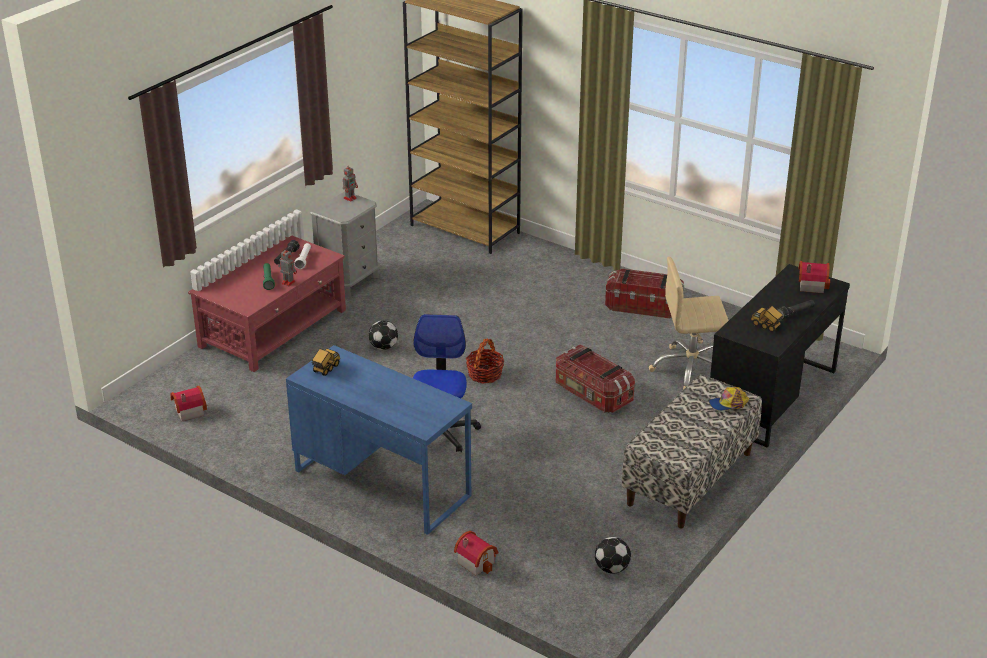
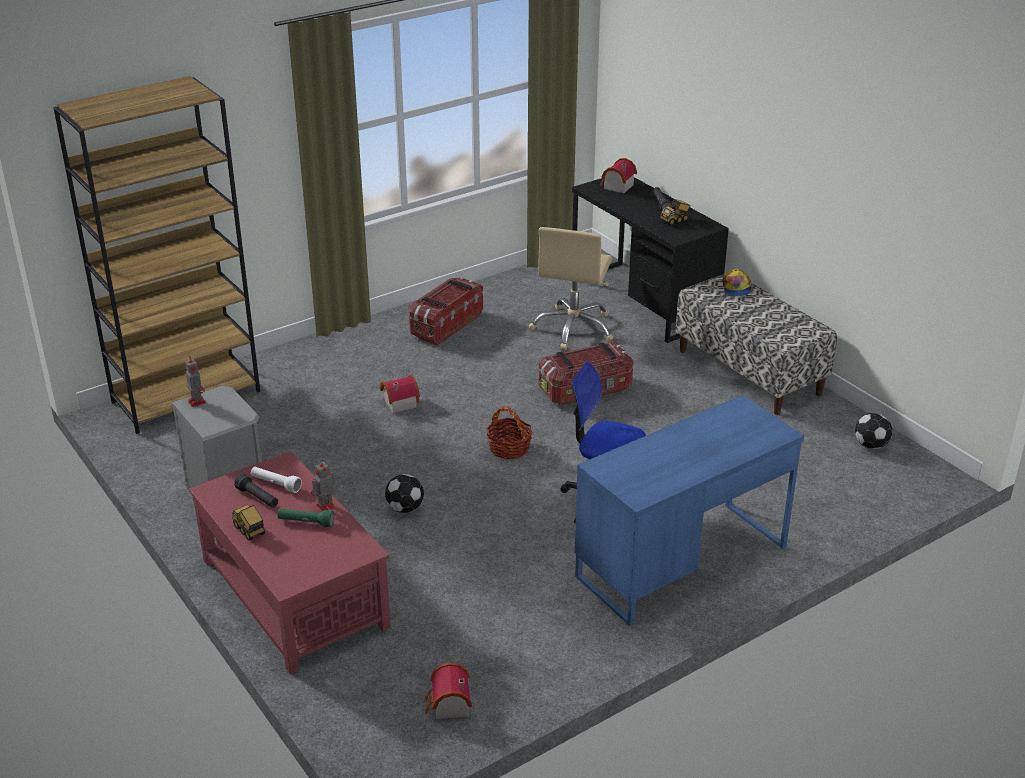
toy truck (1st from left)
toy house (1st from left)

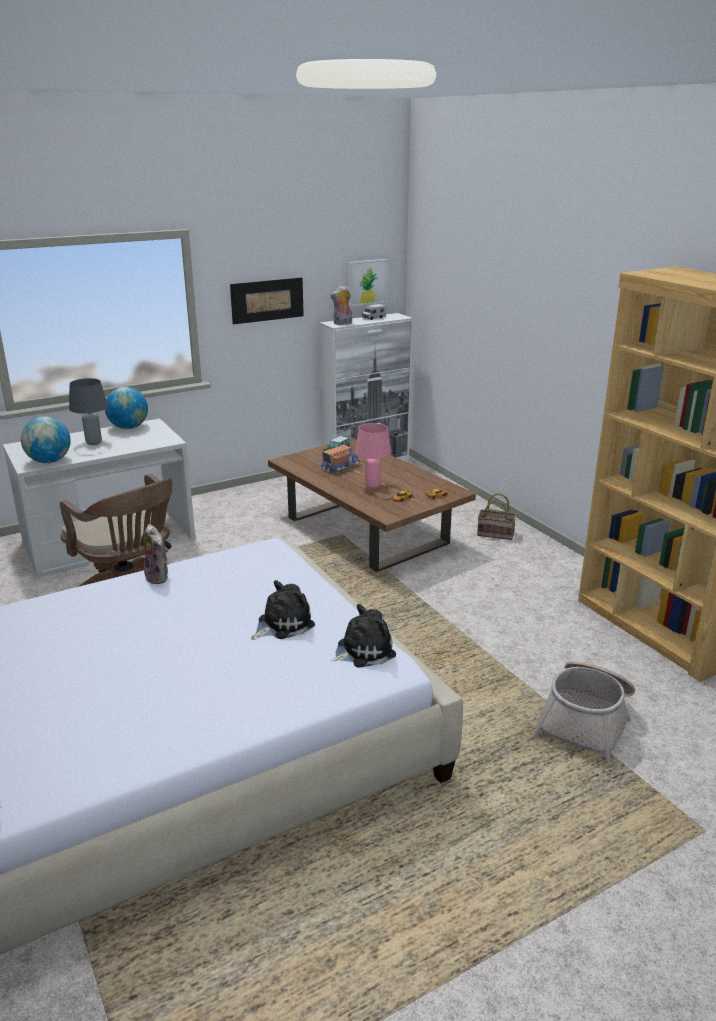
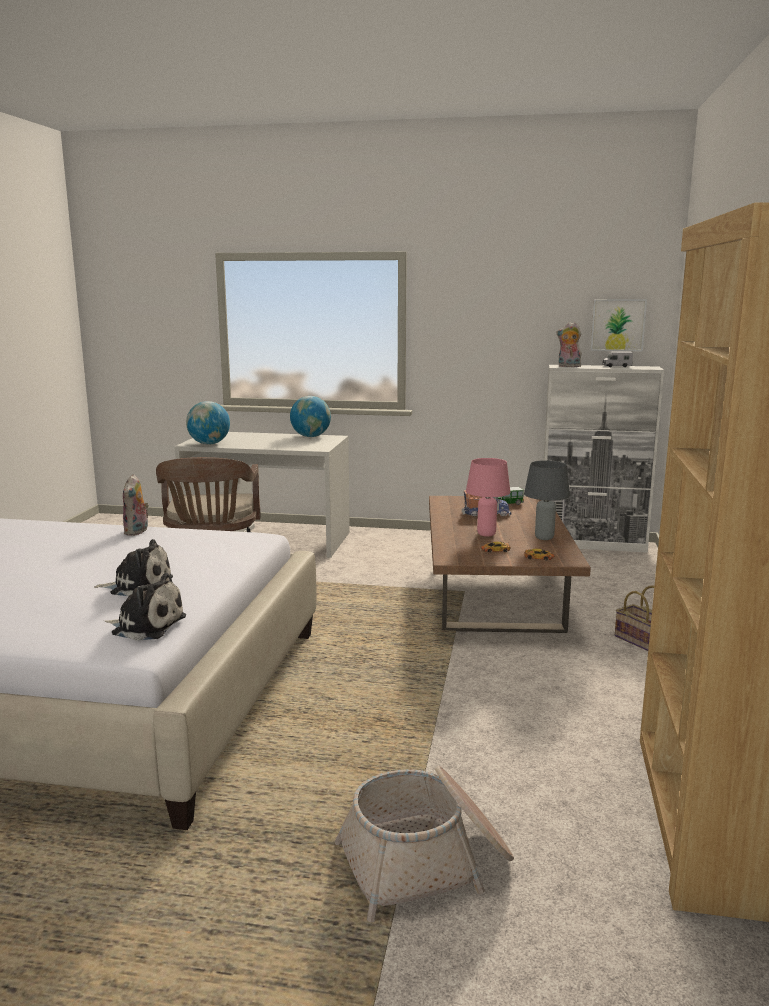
picture (1st from left in the first image)
grey table lamp

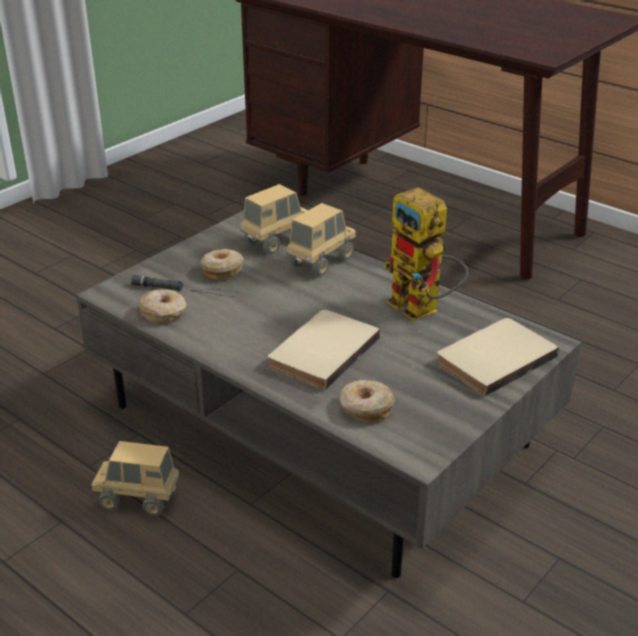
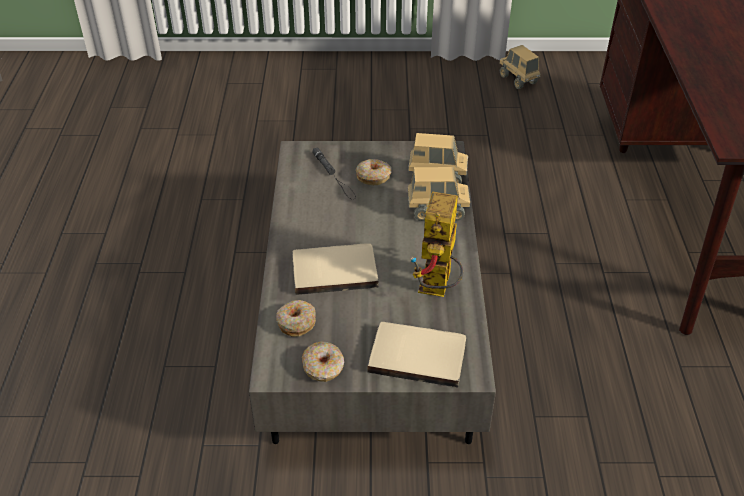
toy truck (3rd from left)
donut (2nd from left)

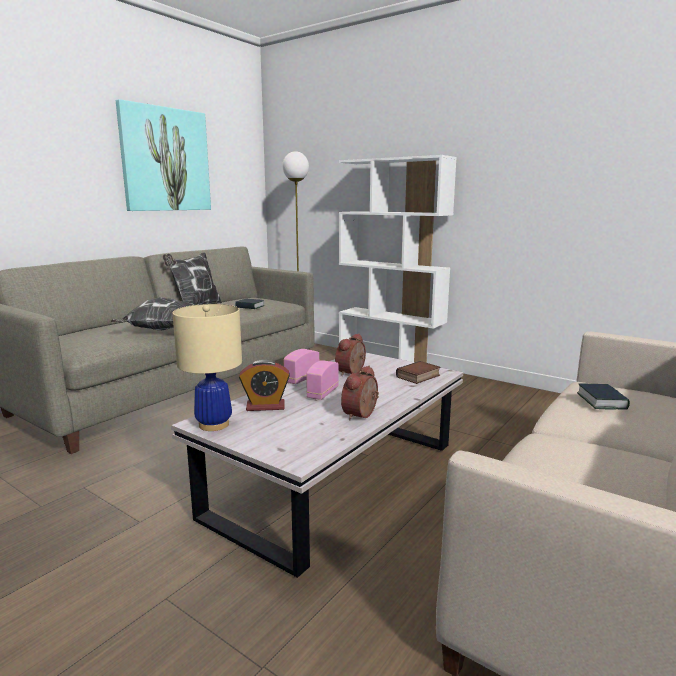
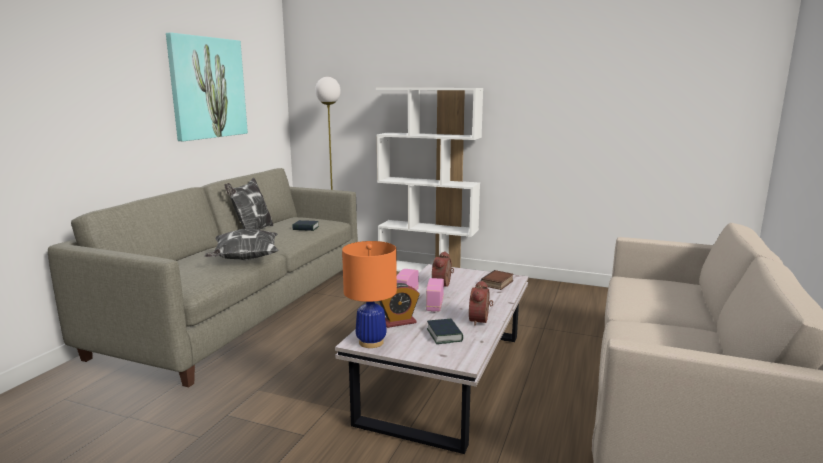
book (2nd from left)
orange table lamp

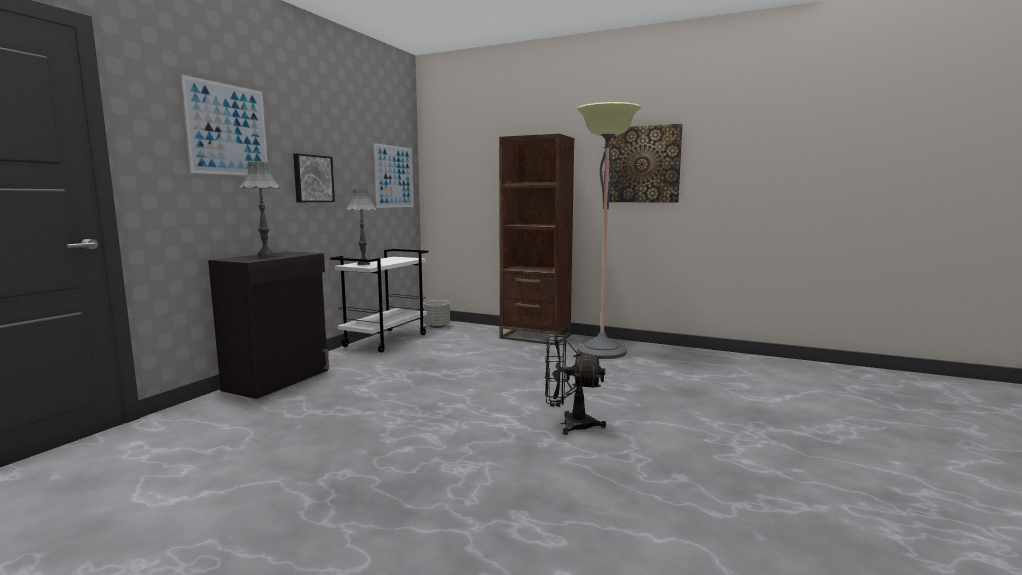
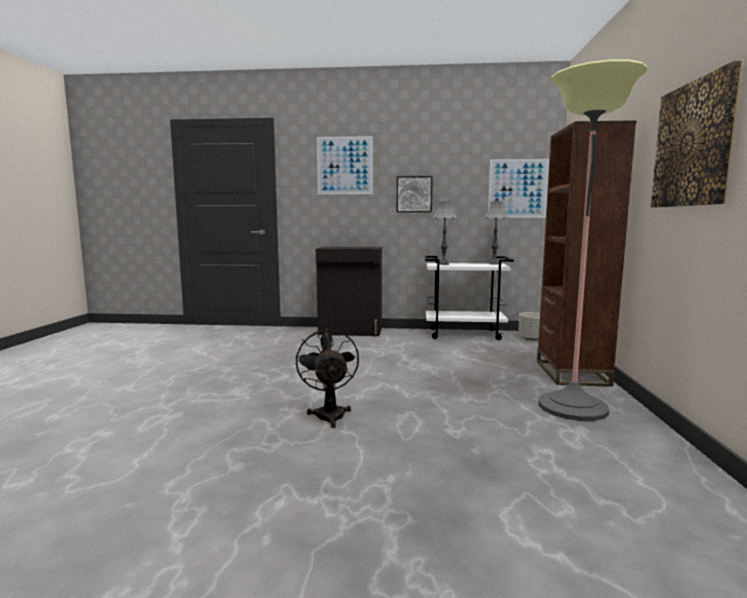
grey table lamp (2nd from left)

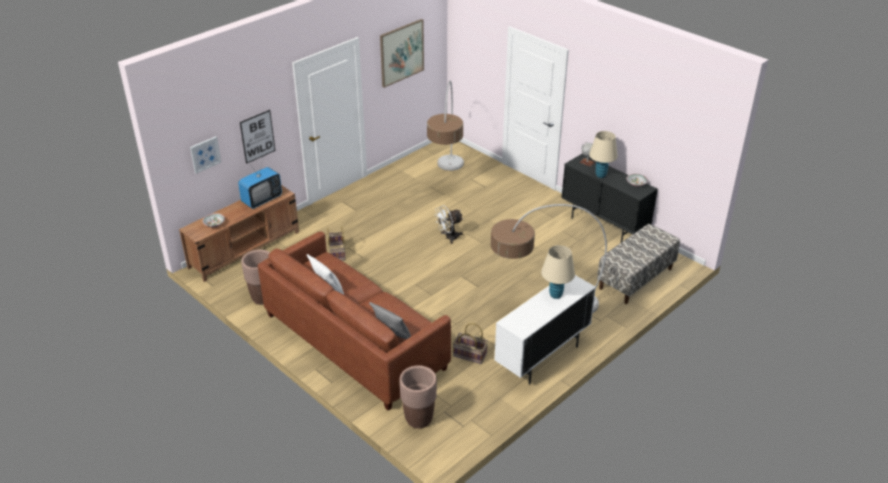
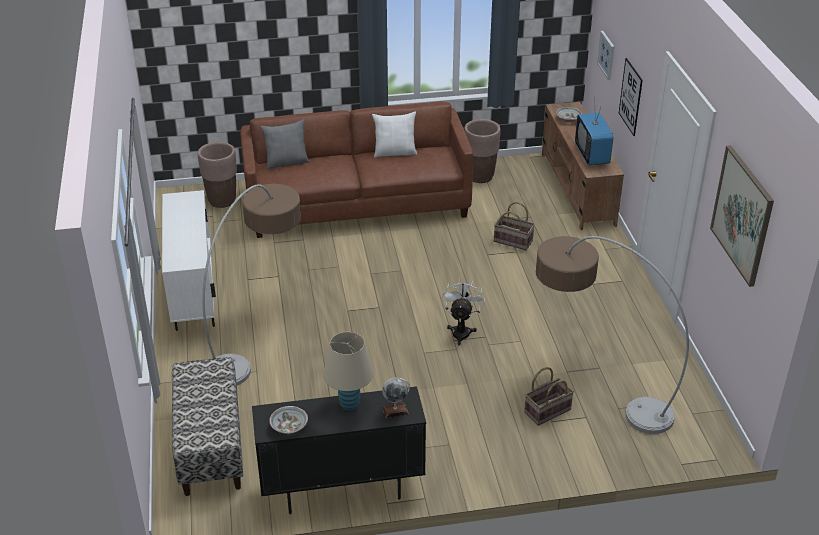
beige table lamp (1st from left in the first image)
basket (2nd from left)

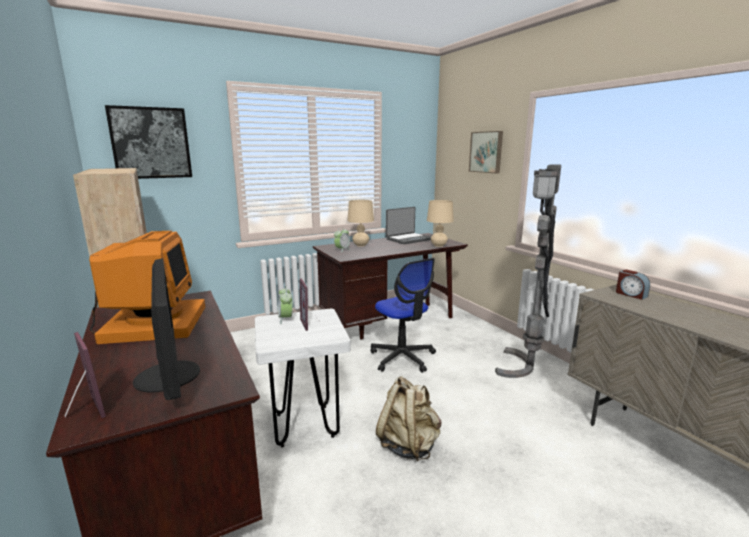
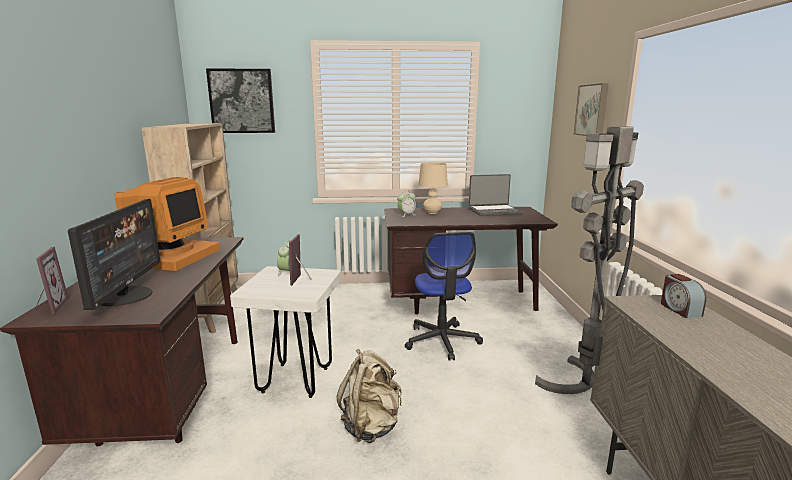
beige table lamp (2nd from left in the first image)

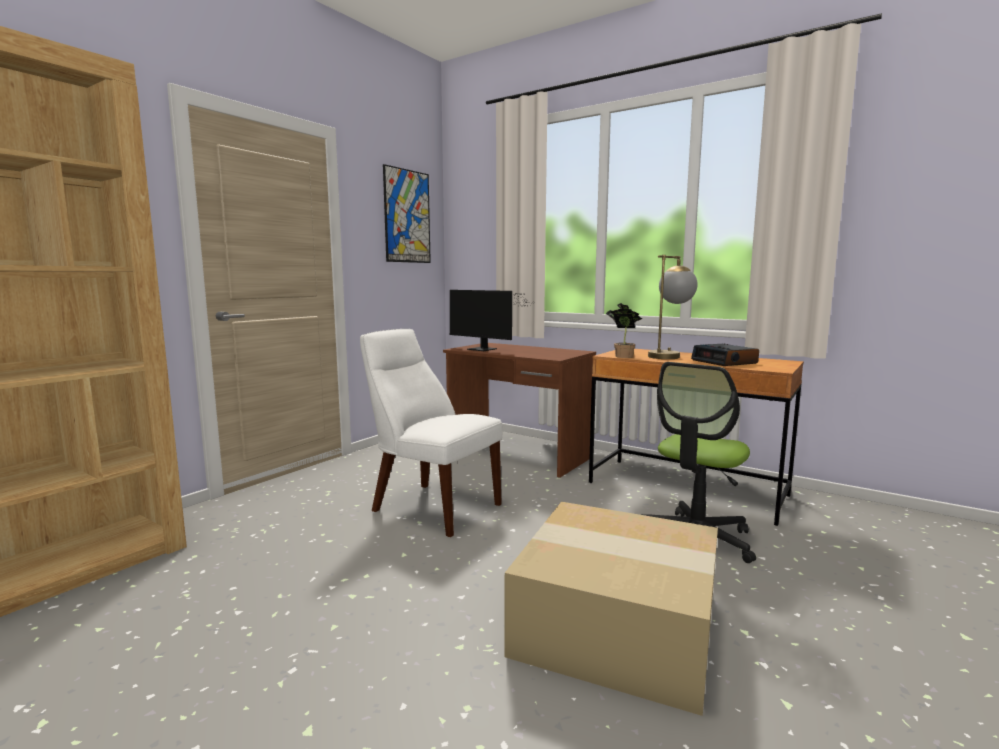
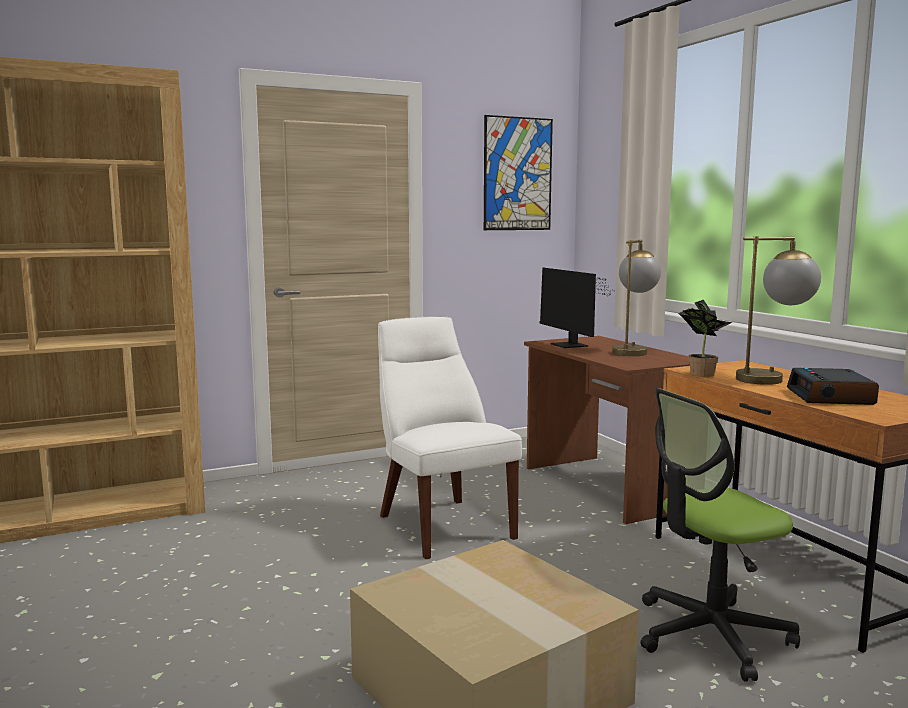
table lamp (1st from left)

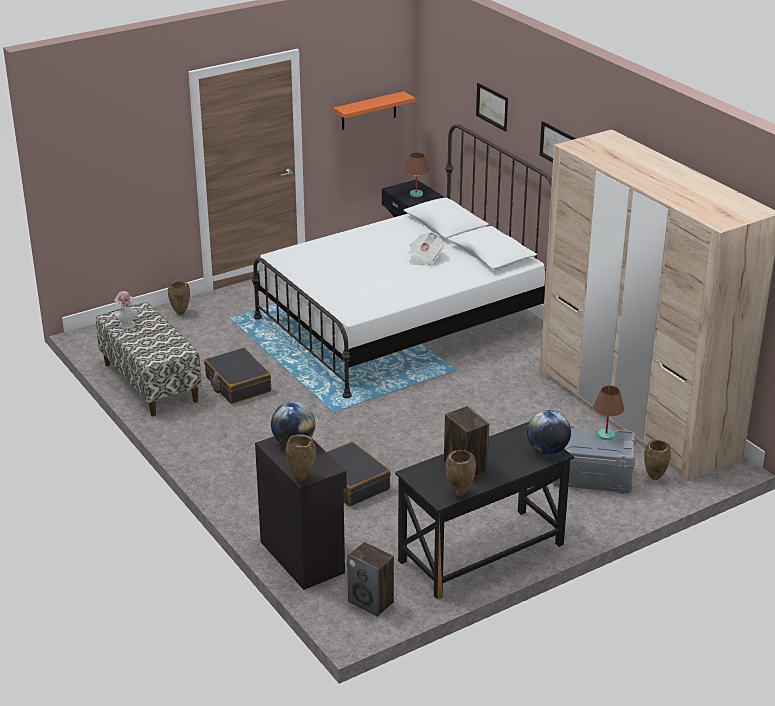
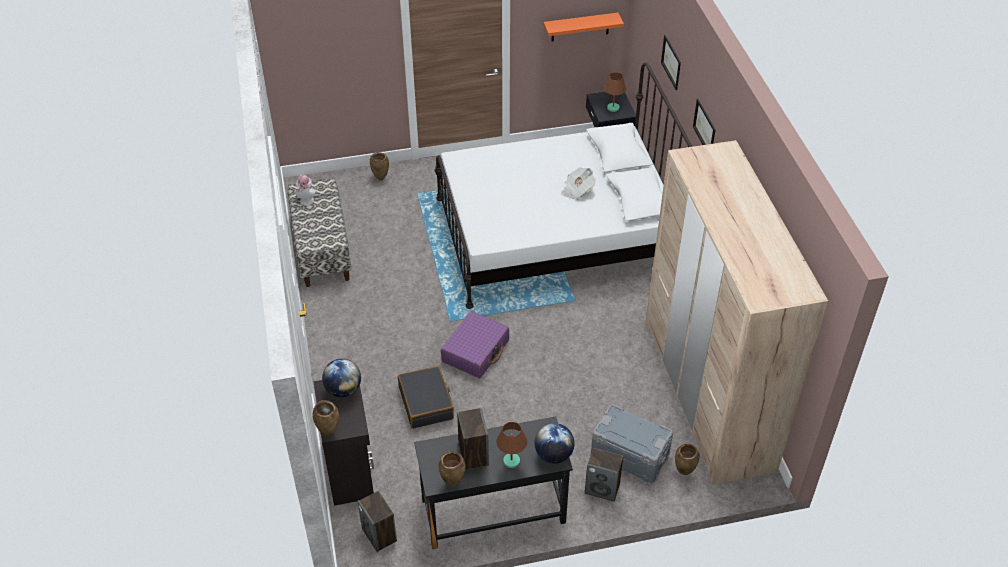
black suitcase (1st from left in the first image)
purple suitcase
speaker (3rd from left)
brown table lamp (1st from left)

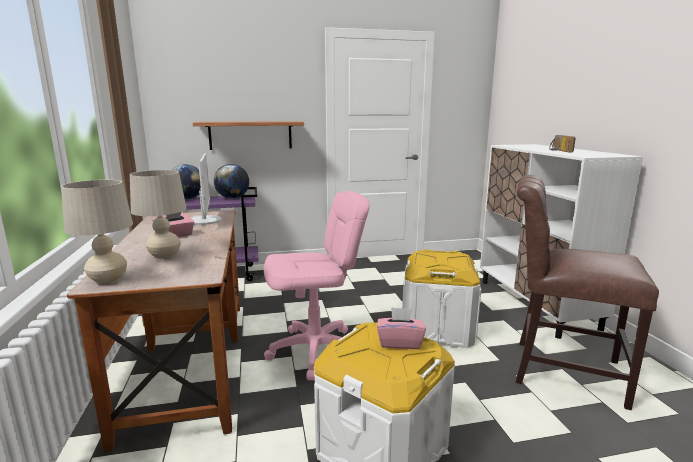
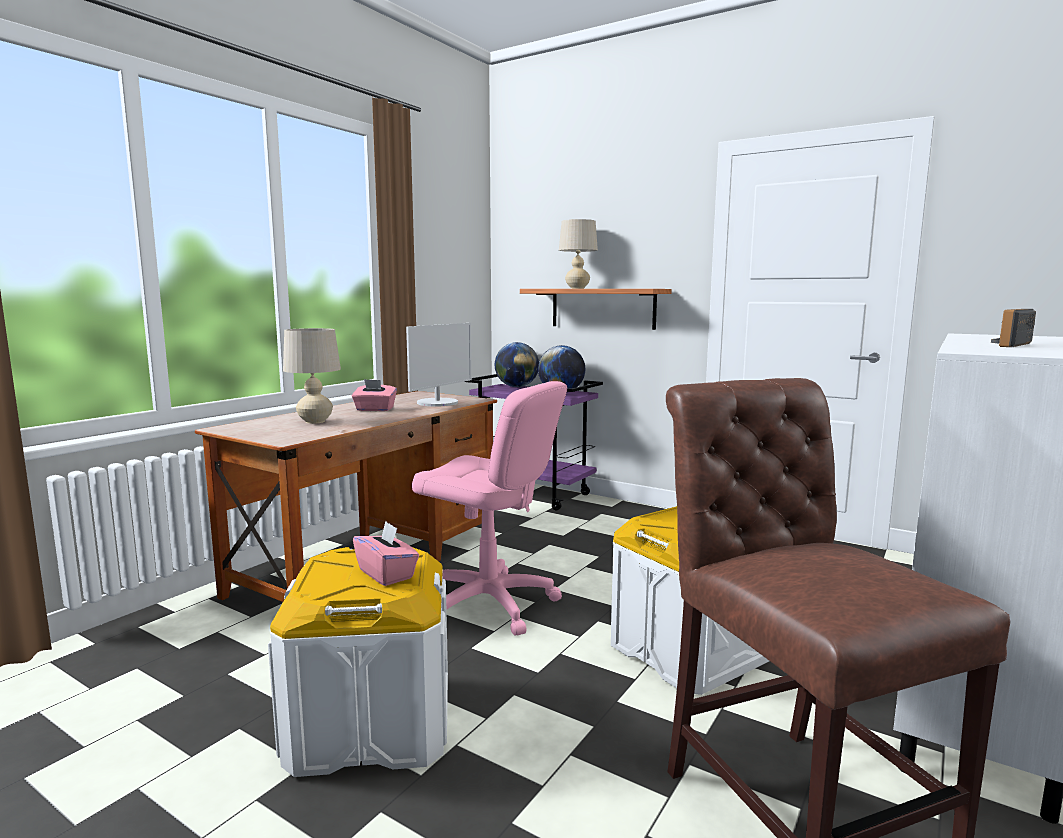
beige table lamp (2nd from left)

